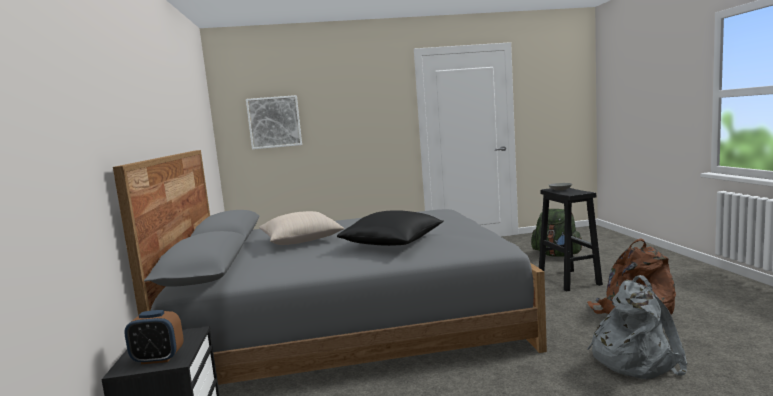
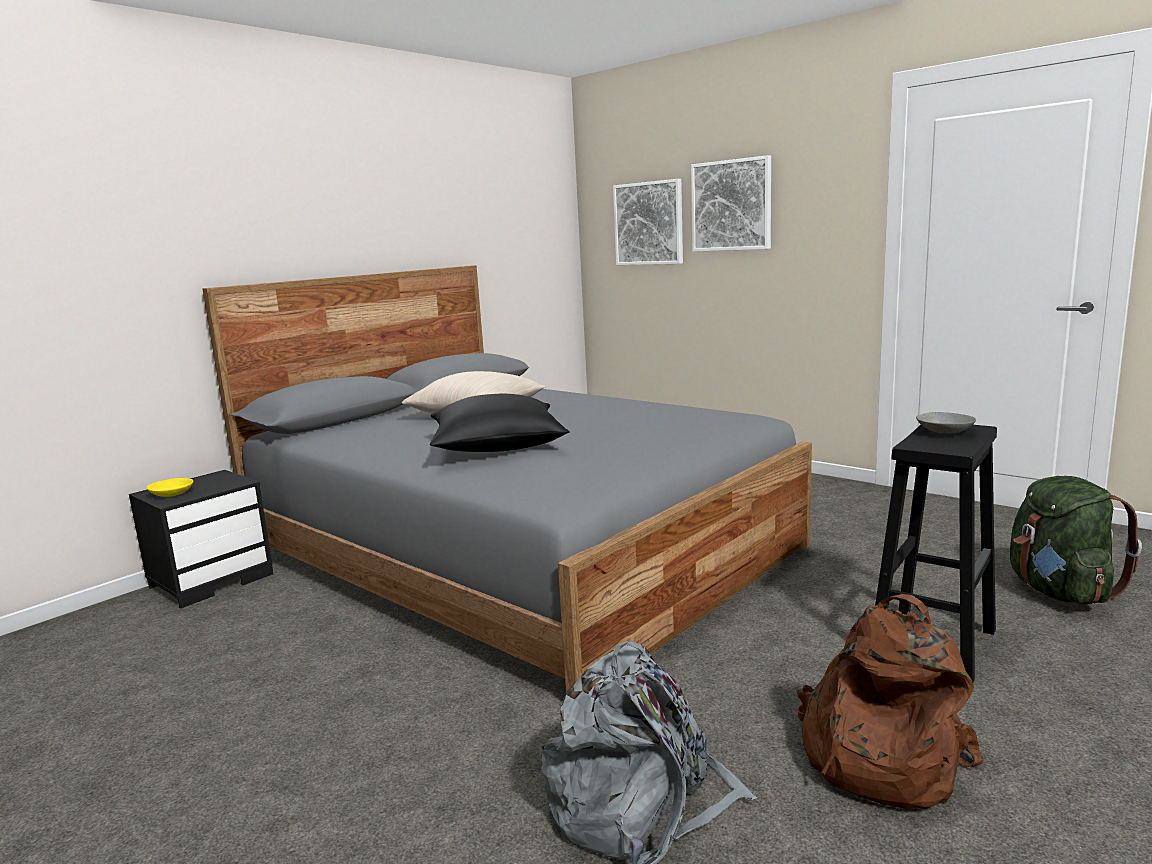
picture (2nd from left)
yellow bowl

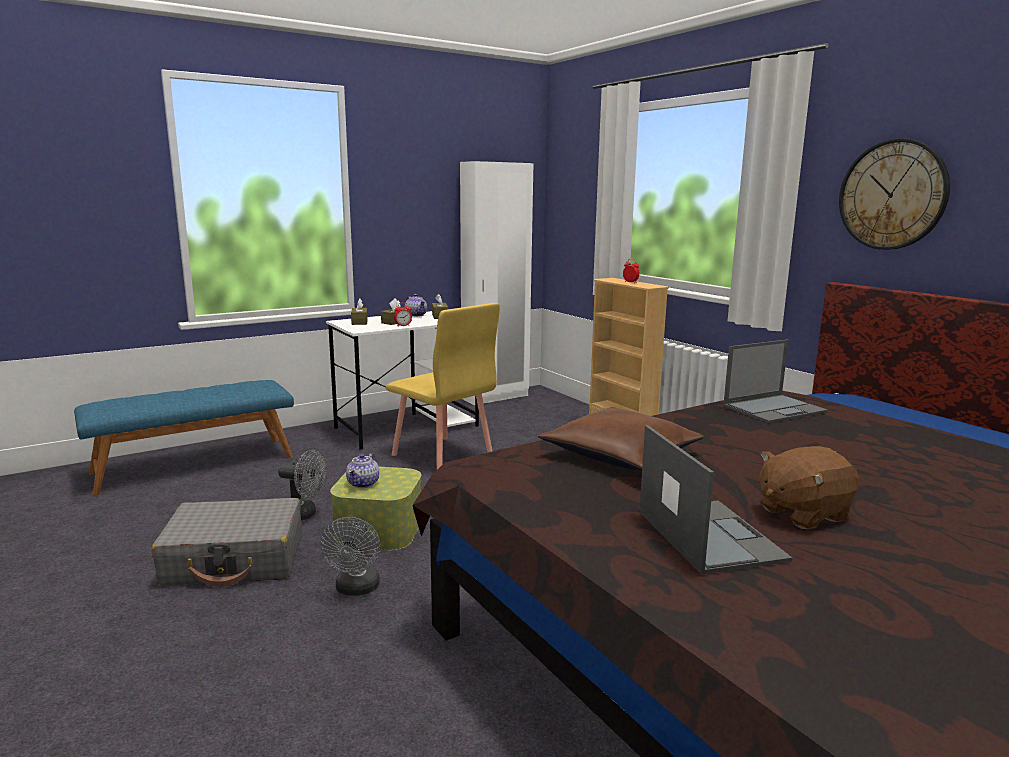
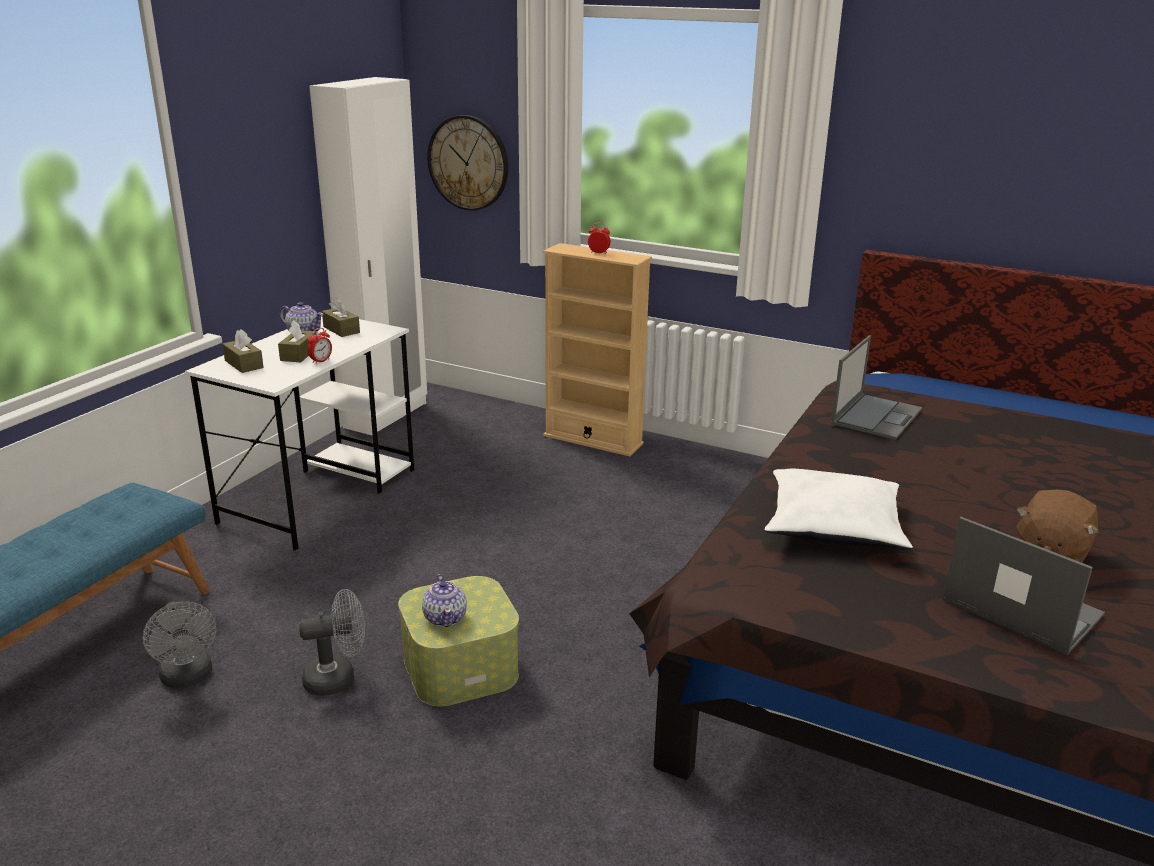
grey suitcase
yellow chair
grey fan (1st from left)
wall clock
white pillow

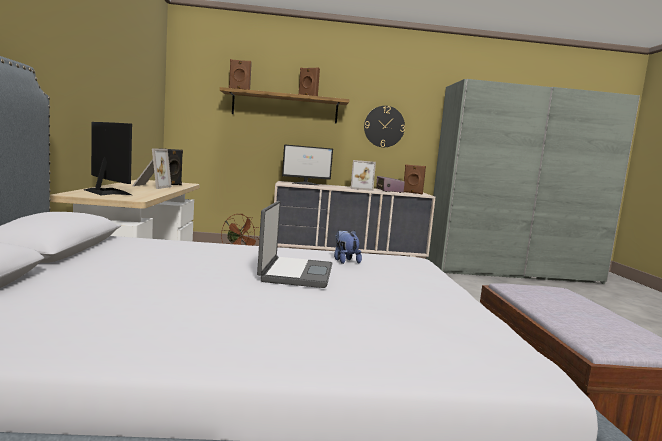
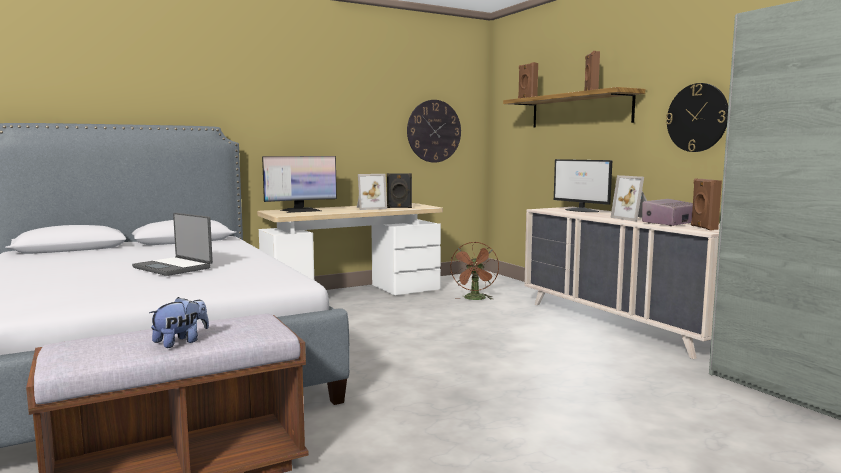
wall clock (1st from left)
plush toy
monitor (1st from left)
laptop

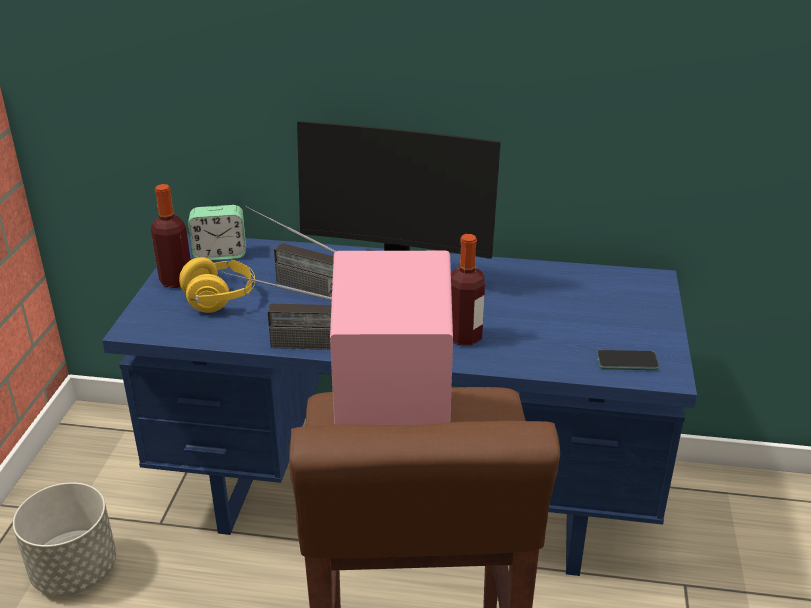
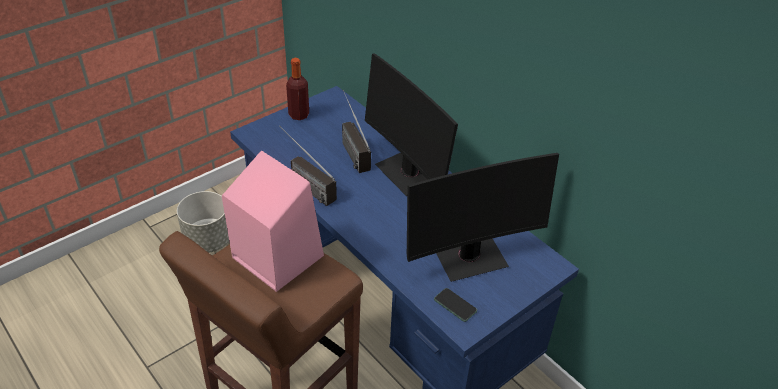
yellow headphones
alarm clock
bottle (2nd from left in the first image)
monitor (2nd from left)

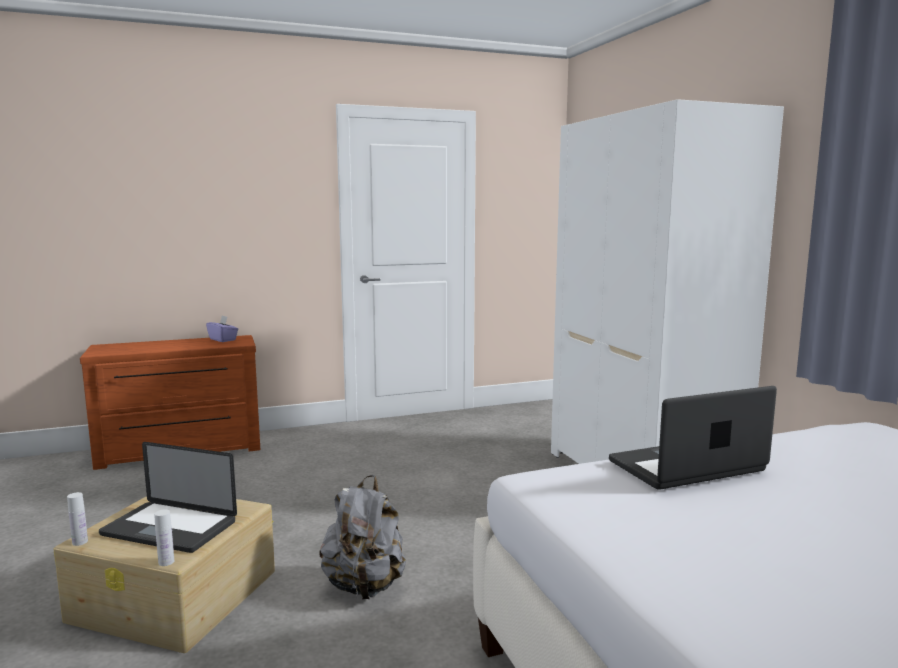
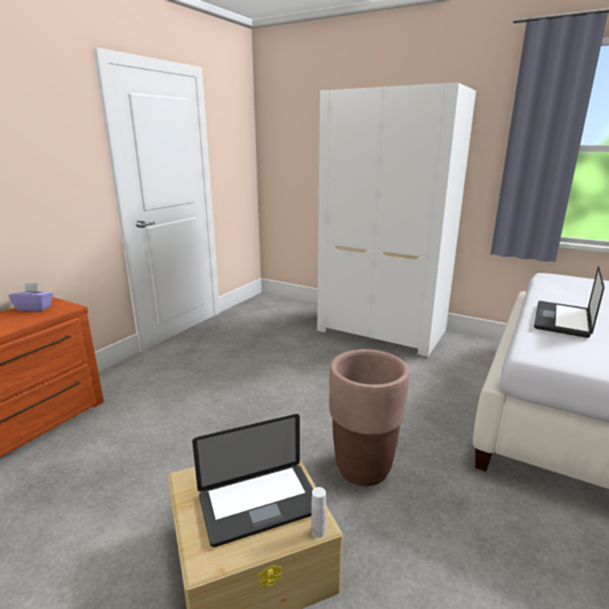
white bottle (1st from left in the first image)
brown planter

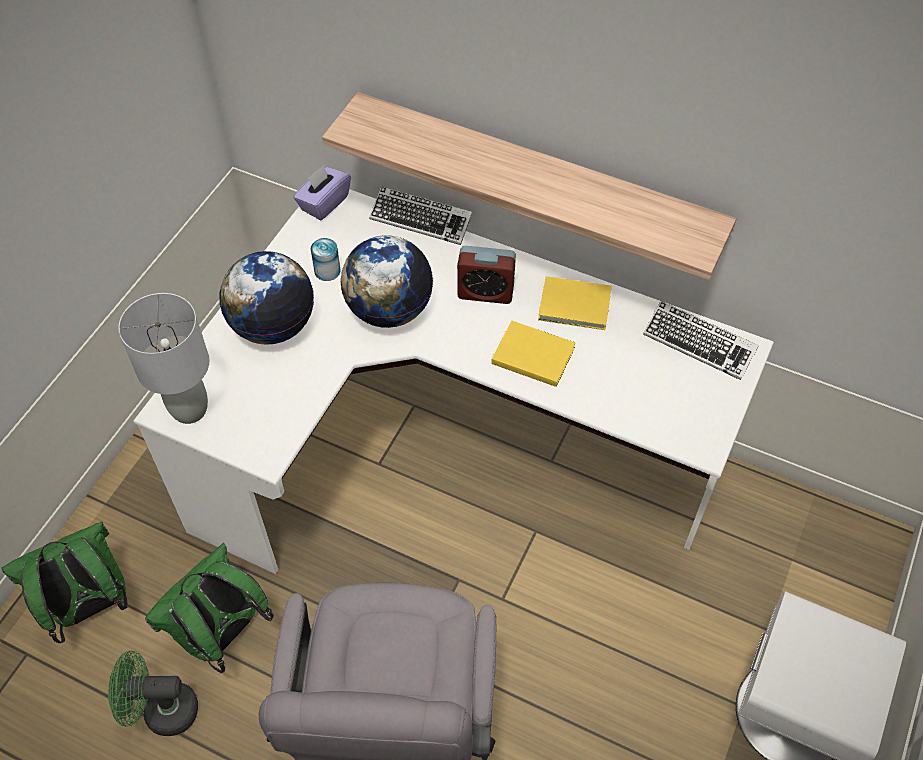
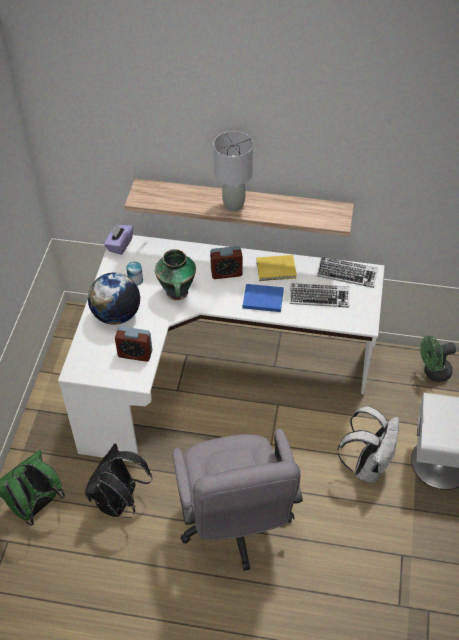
alarm clock (1st from left)
white backpack
green fan
grey table lamp
keyboard (1st from left)
vase
black backpack
blue book

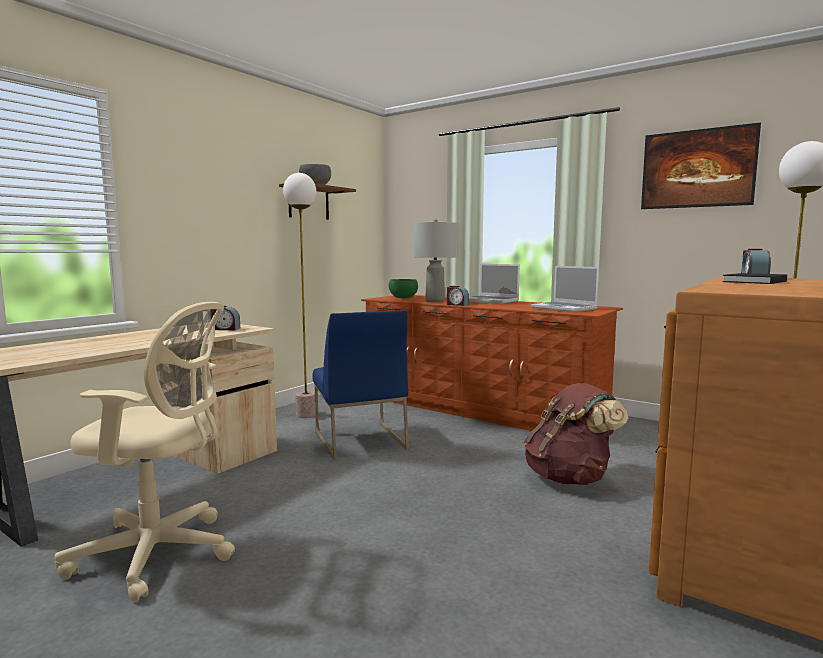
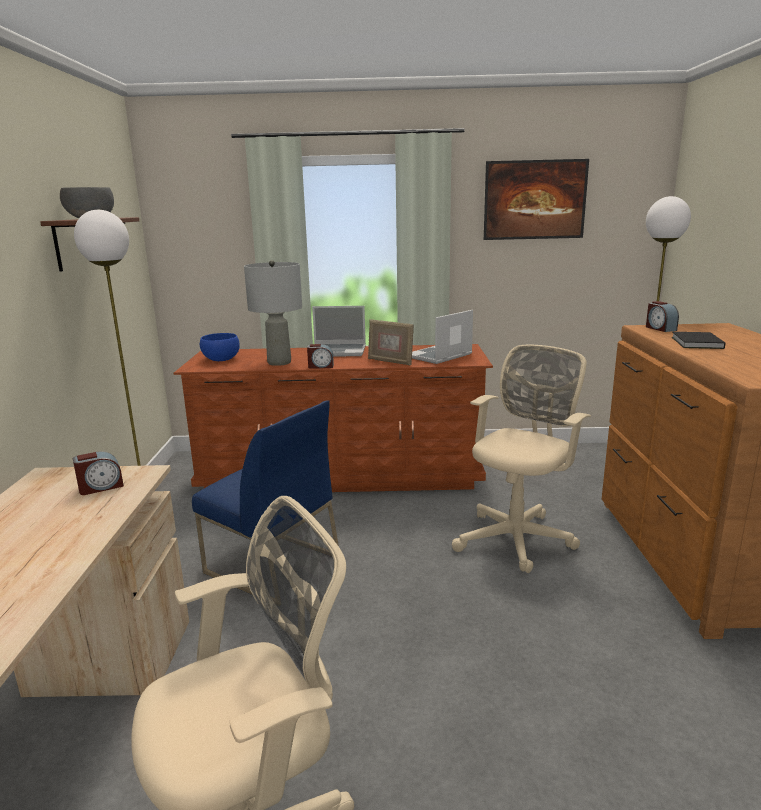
picture frame
beige office chair (2nd from left)
blue bowl
laptop (2nd from left)

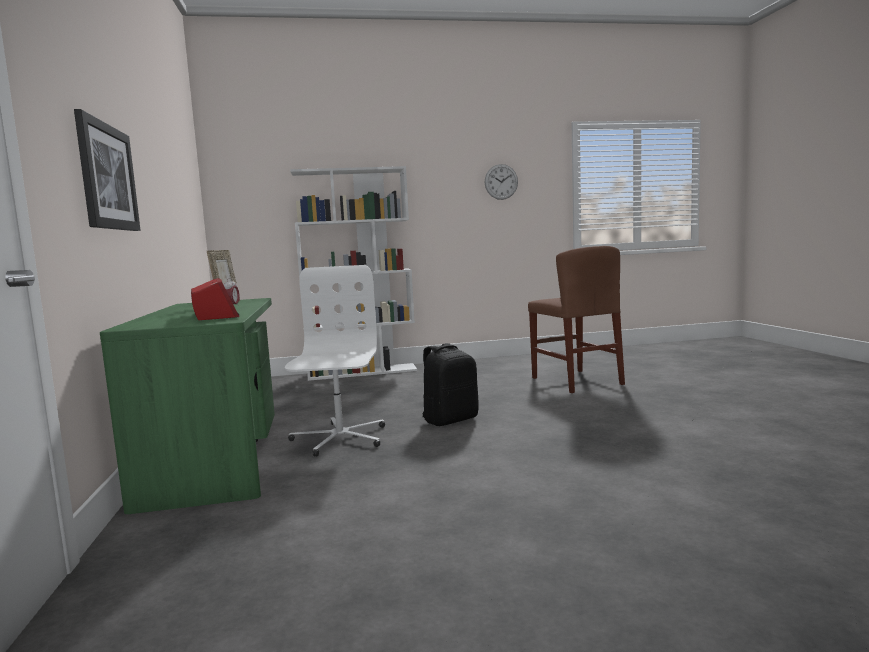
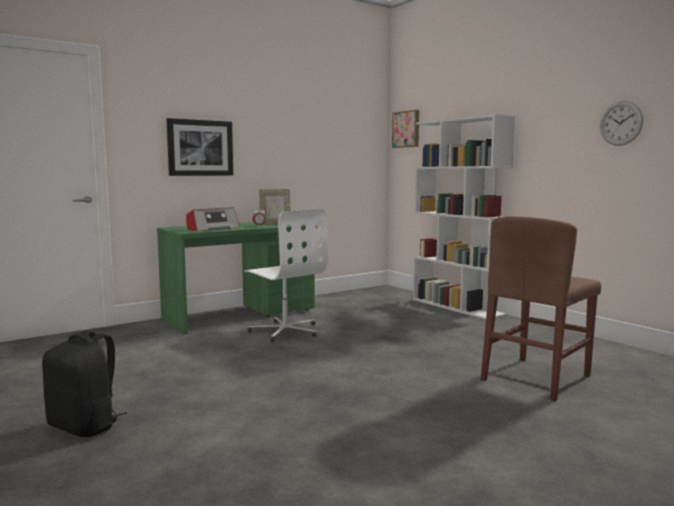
picture (2nd from left)
black backpack
white office chair

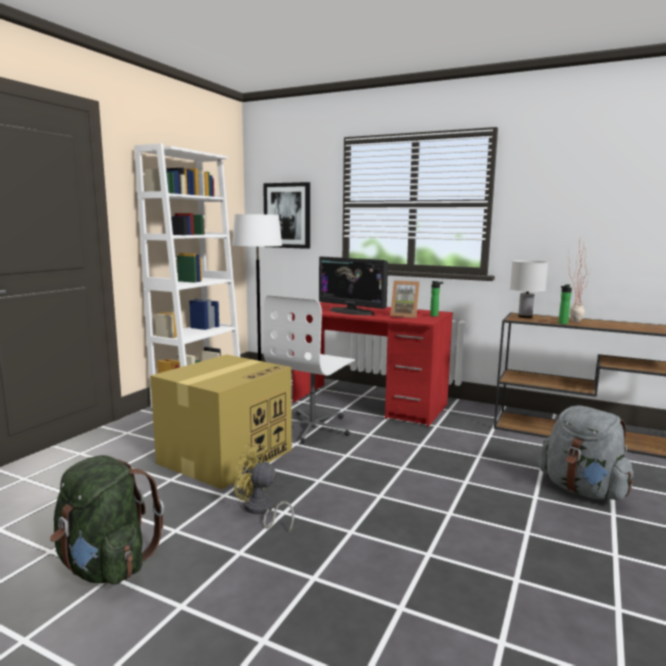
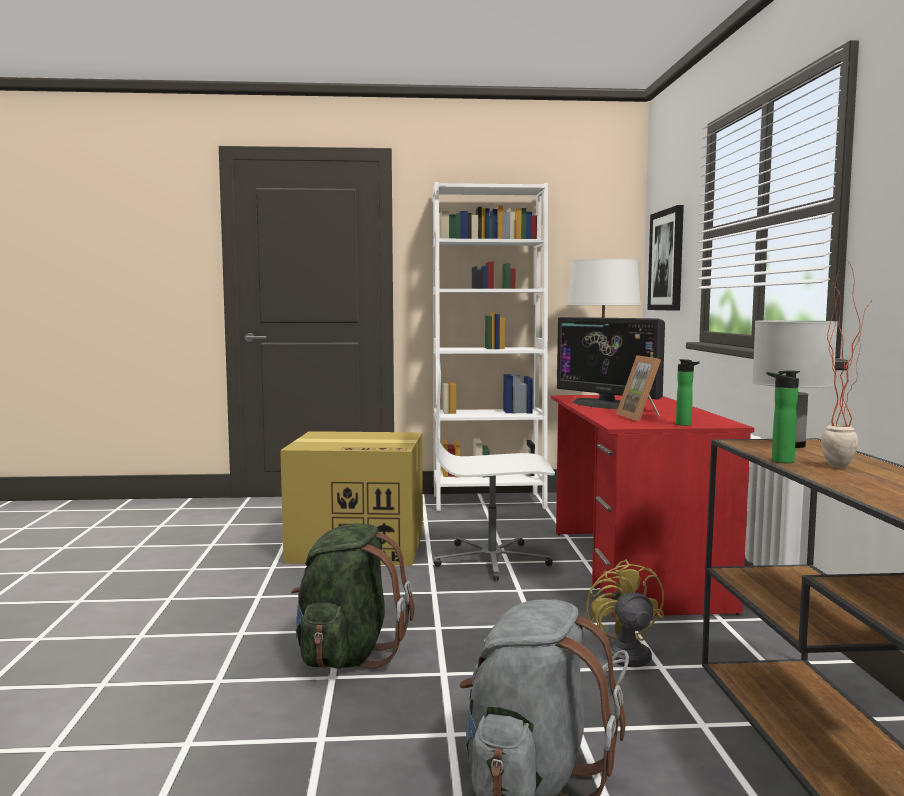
green backpack
yellow fan
monitor

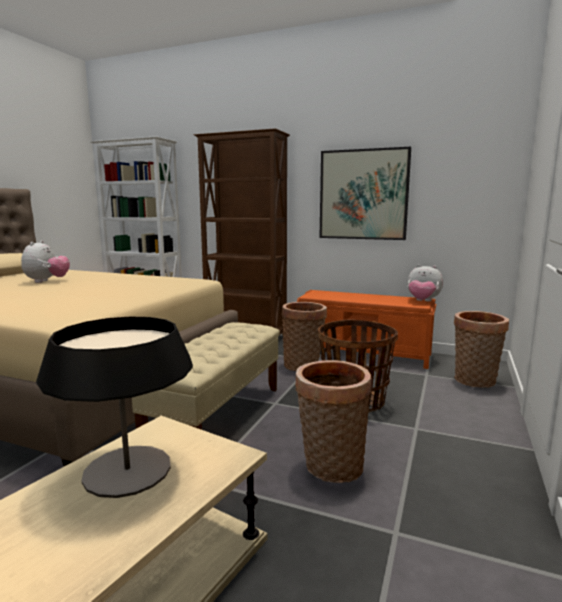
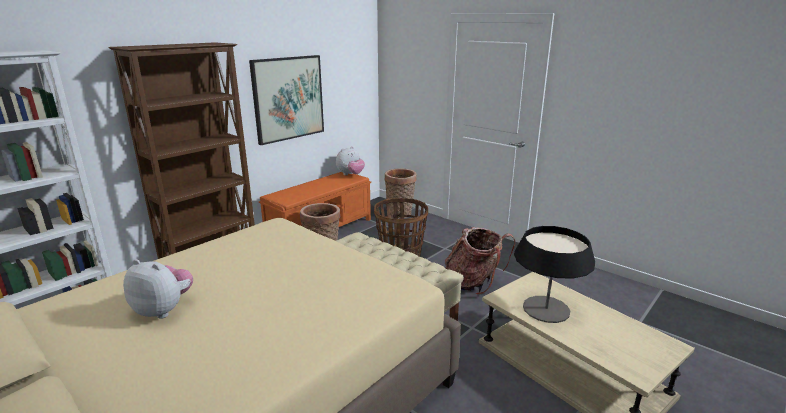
backpack

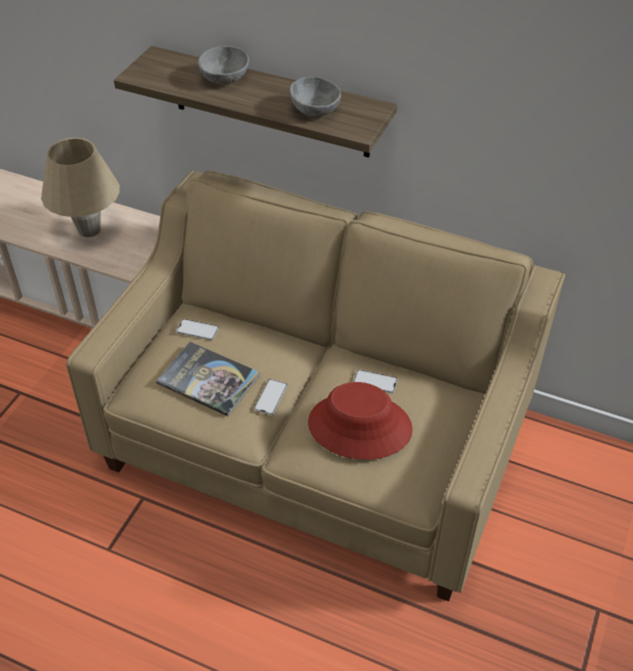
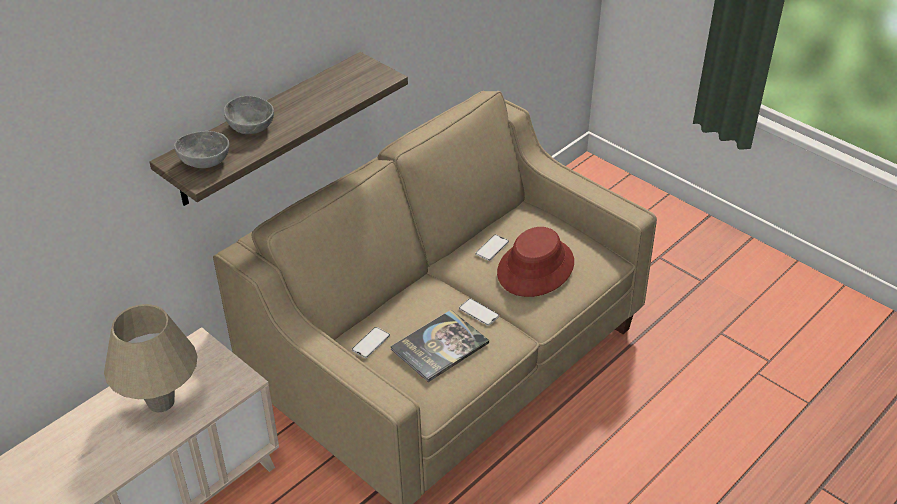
grey bowl (1st from left)

